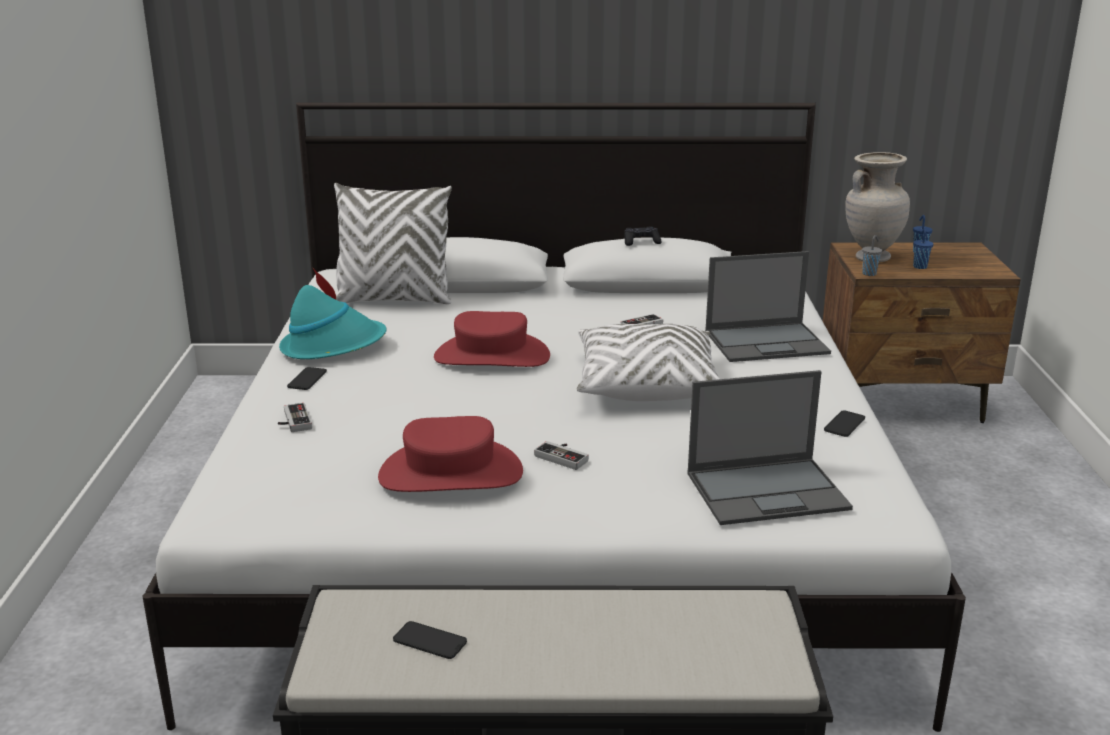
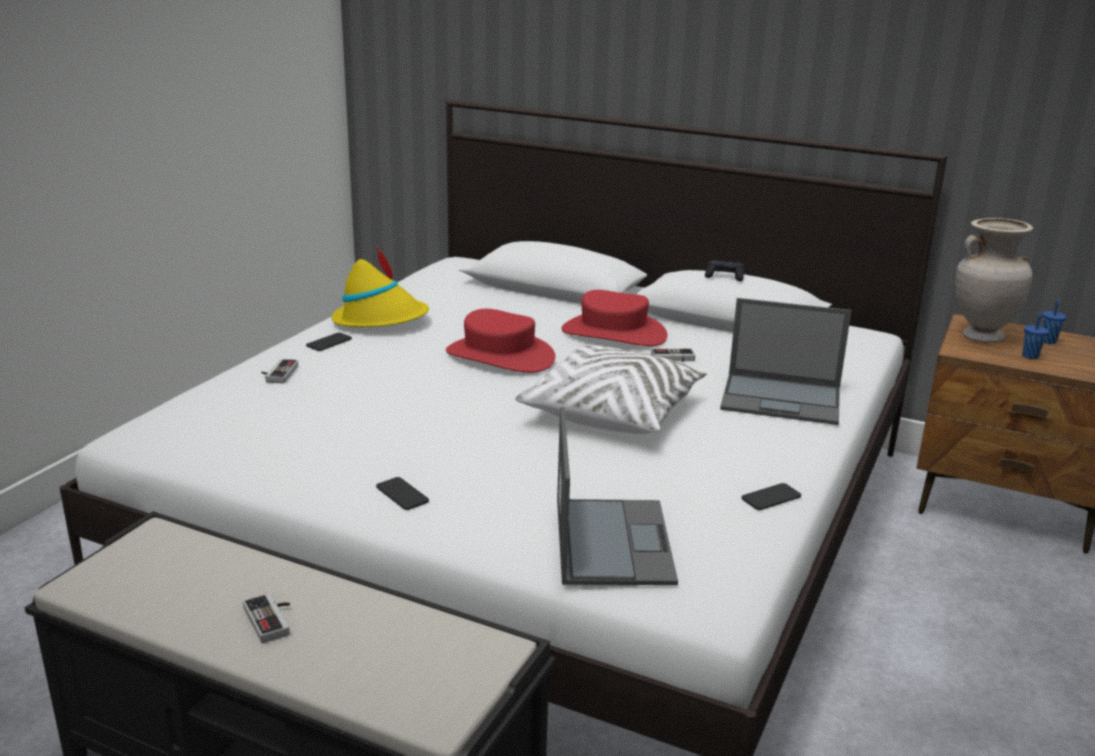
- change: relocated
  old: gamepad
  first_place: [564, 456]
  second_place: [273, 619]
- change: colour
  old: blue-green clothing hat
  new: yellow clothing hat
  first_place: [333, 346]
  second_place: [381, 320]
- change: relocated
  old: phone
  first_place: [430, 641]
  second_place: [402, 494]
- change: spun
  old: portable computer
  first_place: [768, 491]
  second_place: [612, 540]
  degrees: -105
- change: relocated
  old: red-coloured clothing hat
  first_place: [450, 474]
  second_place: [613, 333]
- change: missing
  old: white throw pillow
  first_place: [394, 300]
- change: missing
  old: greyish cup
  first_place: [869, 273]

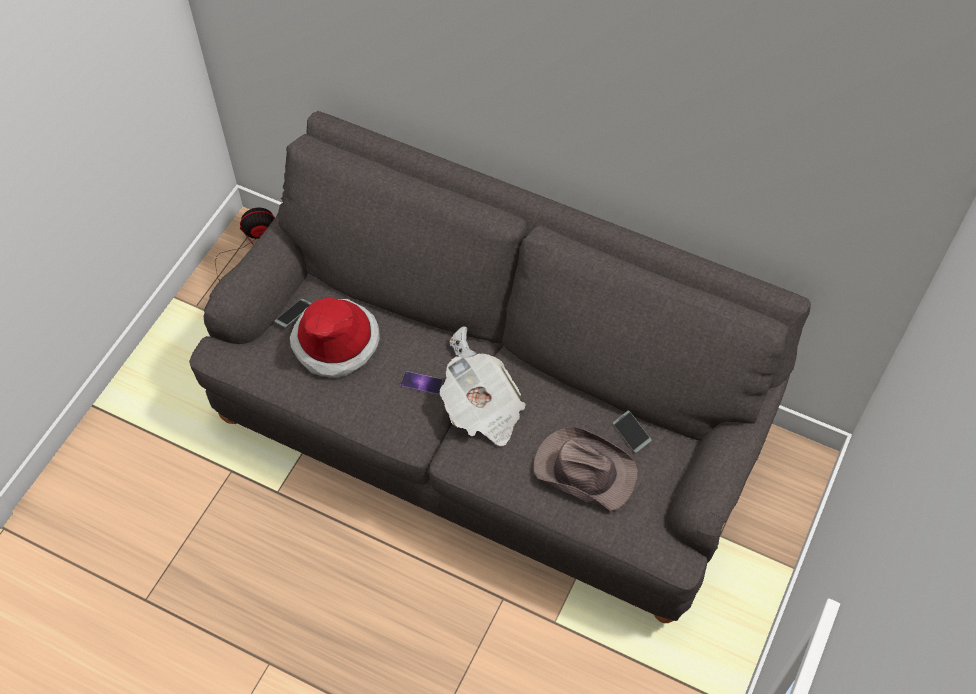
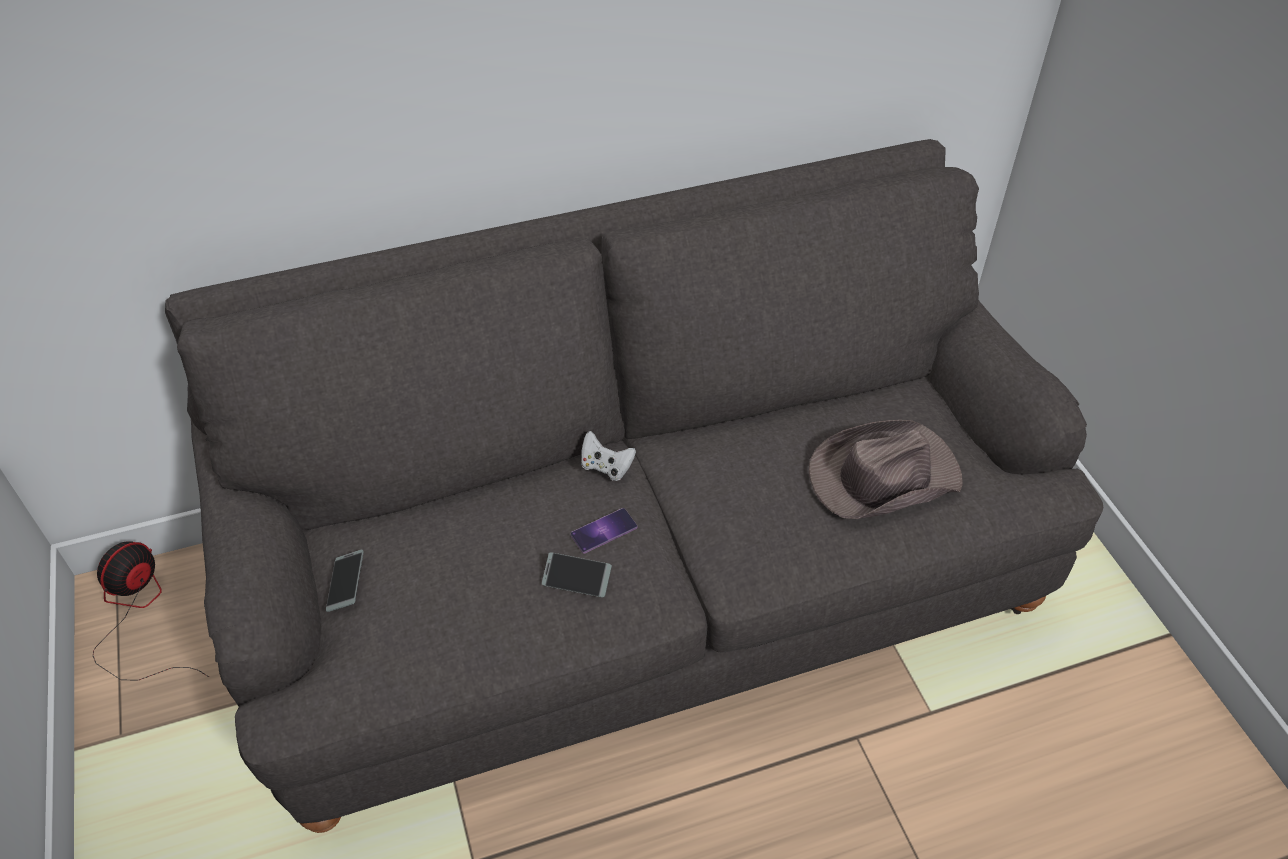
- change: relocated
  old: phone
  first_place: [631, 434]
  second_place: [577, 579]
- change: missing
  old: clothing hat
  first_place: [336, 341]
- change: missing
  old: printed paper
  first_place: [483, 411]

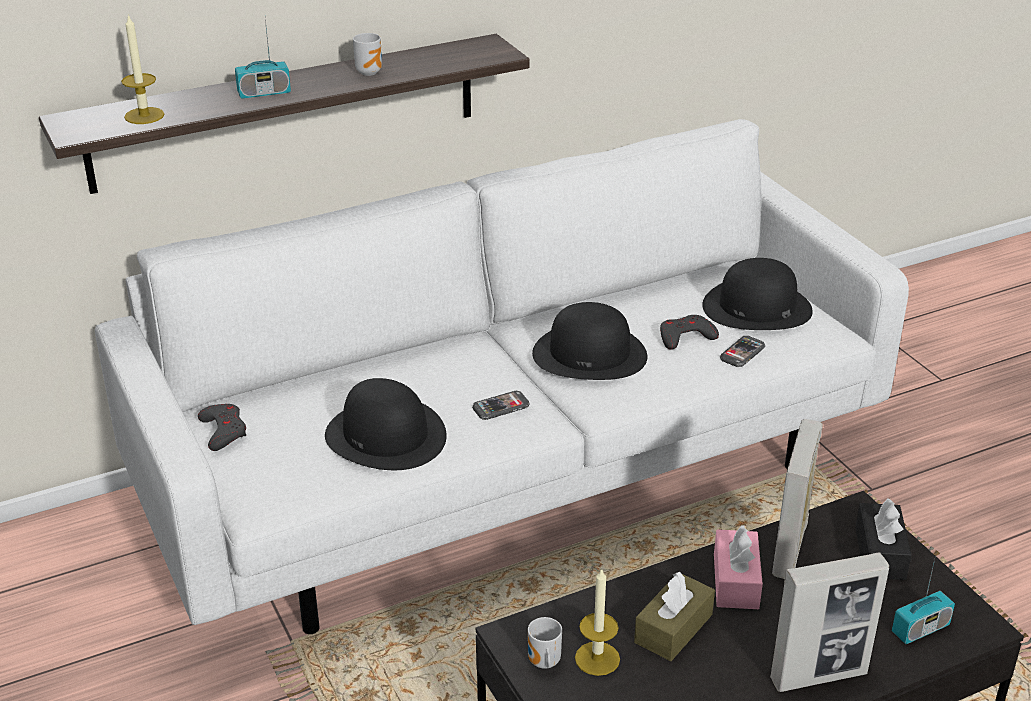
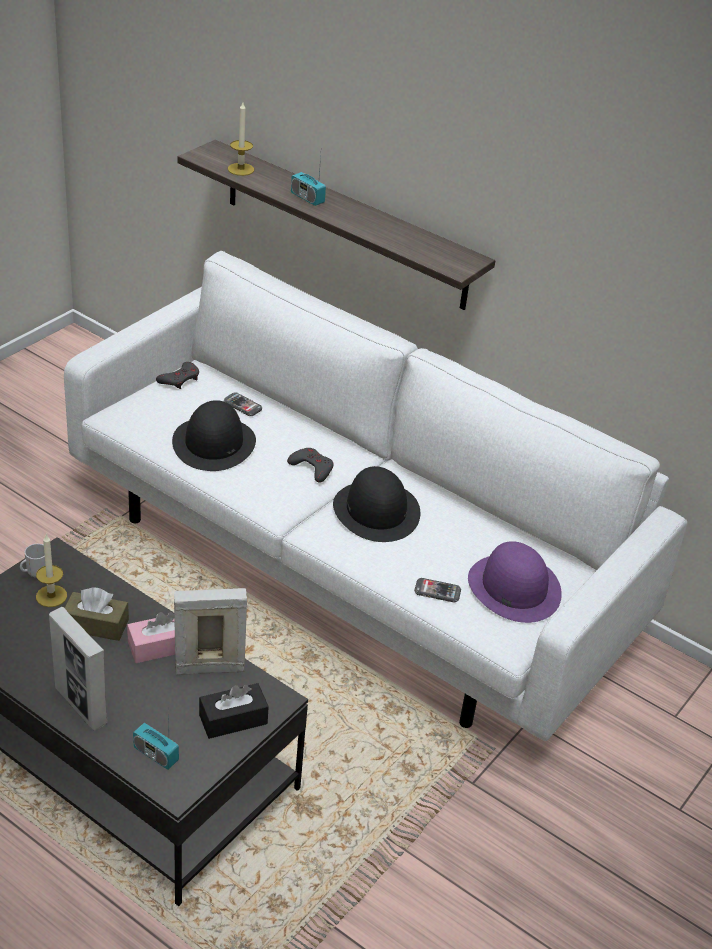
- change: relocated
  old: phone
  first_place: [501, 407]
  second_place: [242, 405]
- change: relocated
  old: greyish gamepad
  first_place: [685, 337]
  second_place: [312, 467]
- change: colour
  old: black clothing hat
  new: purplish clothing hat
  first_place: [756, 307]
  second_place: [513, 587]
- change: missing
  old: coffee mug
  first_place: [370, 72]

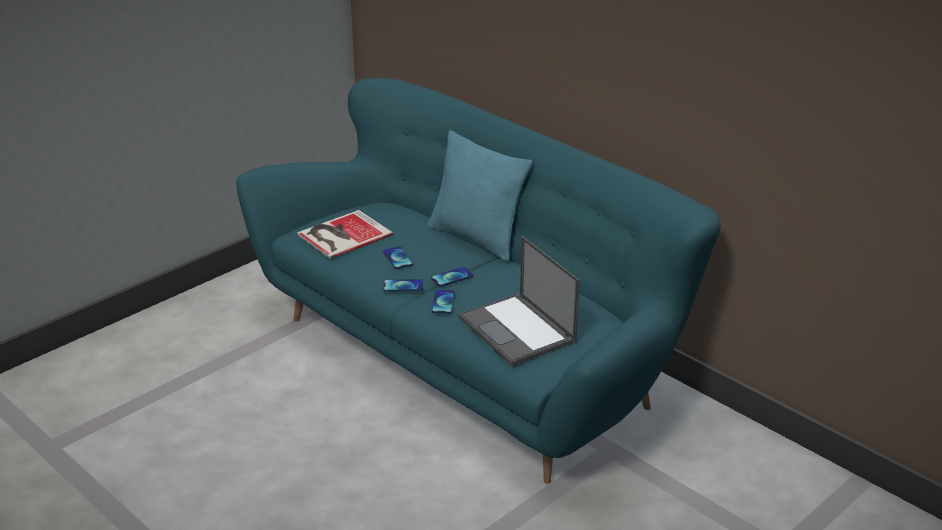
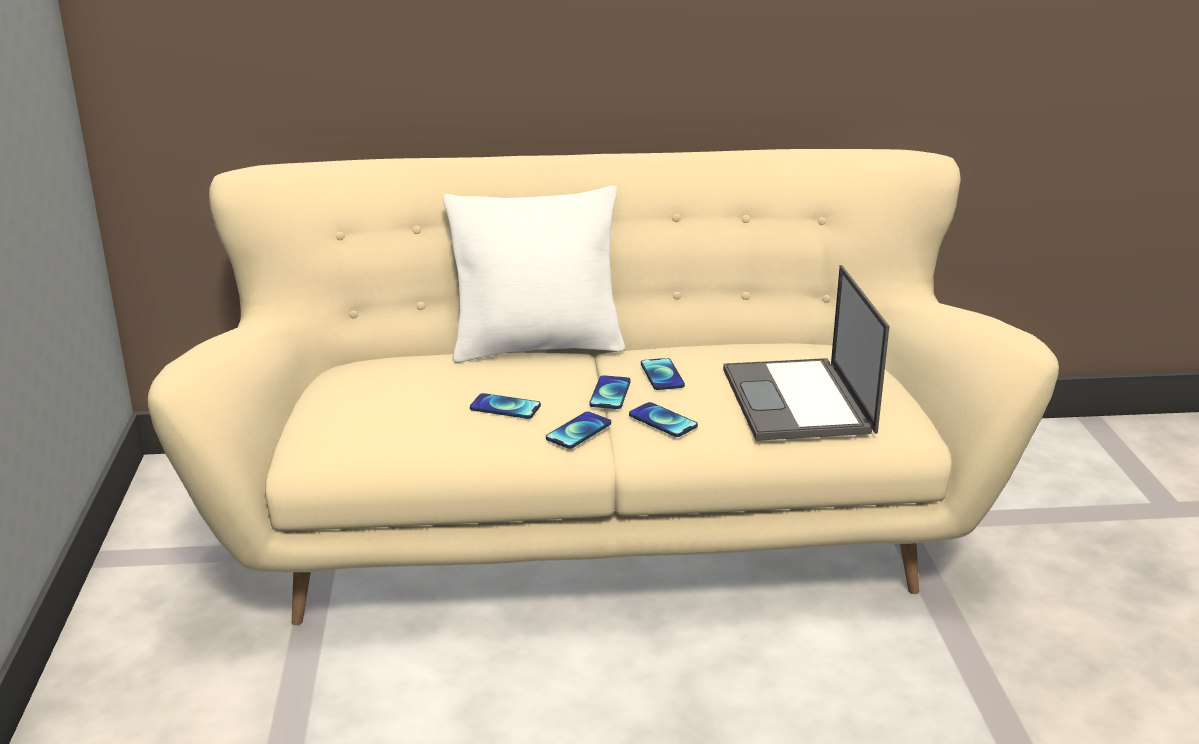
- change: colour
  old: blue-green sofa
  new: beige sofa
  first_place: [470, 358]
  second_place: [599, 527]
- change: colour
  old: blue-green throw pillow
  new: white throw pillow
  first_place: [476, 238]
  second_place: [537, 347]
- change: appeared
  new: phone
  second_place: [662, 375]
- change: spun
  old: portable computer
  first_place: [518, 330]
  second_place: [798, 401]
  degrees: 75
- change: missing
  old: bound book
  first_place: [342, 235]

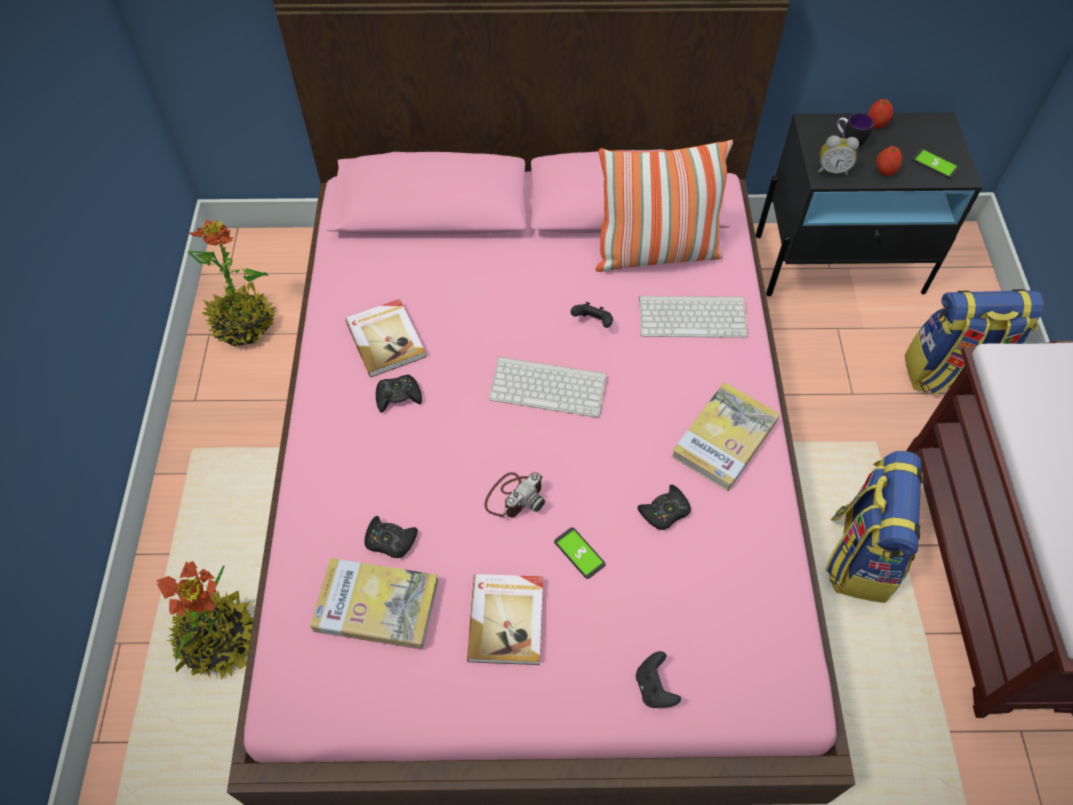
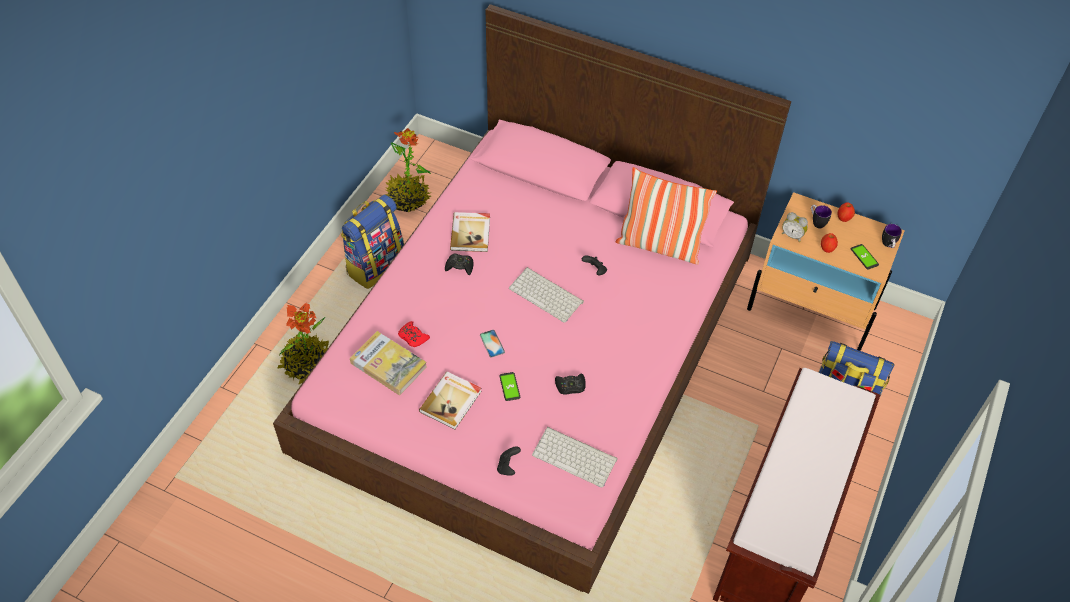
- change: relocated
  old: knapsack
  first_place: [859, 555]
  second_place: [375, 265]
- change: colour
  old: black gamepad
  new: red-coloured gamepad
  first_place: [390, 540]
  second_place: [413, 337]
- change: exchanged
  old: photo camera
  new: phone
  first_place: [514, 496]
  second_place: [492, 343]
- change: relocated
  old: computer keyboard
  first_place: [693, 316]
  second_place: [576, 456]
- change: colour
  old: black night table
  new: beige night table
  first_place: [840, 264]
  second_place: [812, 309]
- change: appeared
  new: coffee mug
  second_place: [888, 245]
- change: missing
  old: bound book
  first_place: [724, 438]

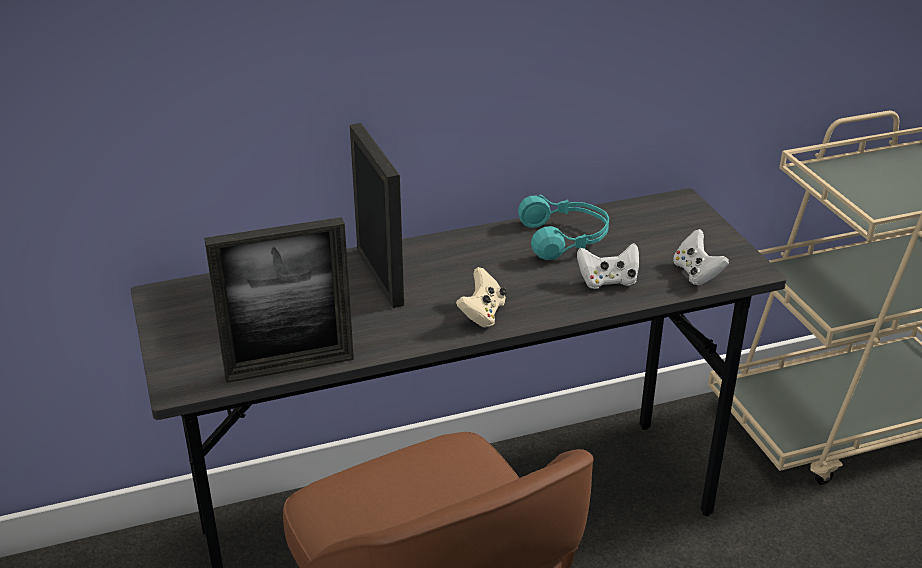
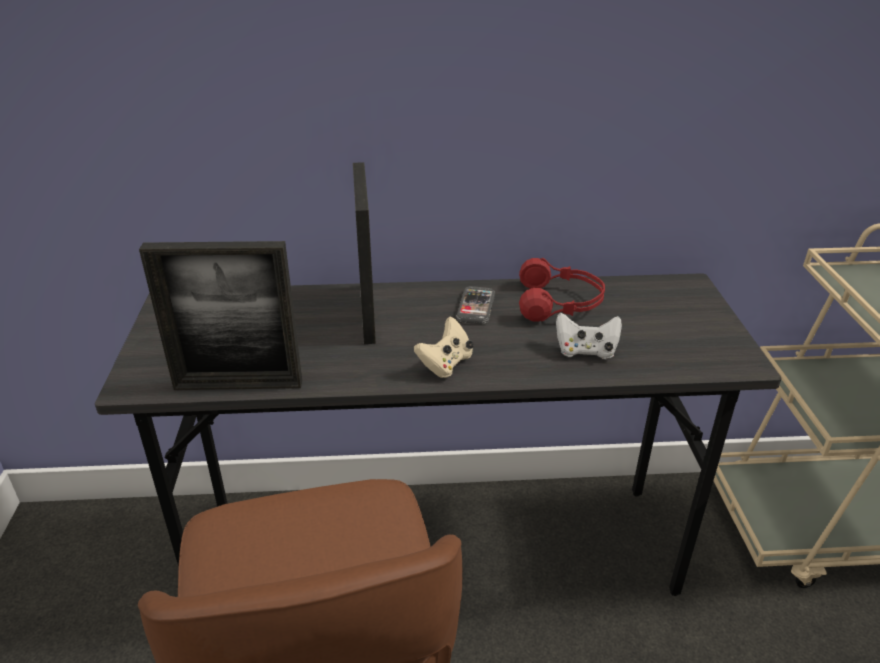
- change: appeared
  new: phone
  second_place: [476, 307]
- change: colour
  old: blue-green headphones
  new: red-coloured headphones
  first_place: [565, 238]
  second_place: [559, 303]
- change: missing
  old: white gamepad
  first_place: [696, 273]

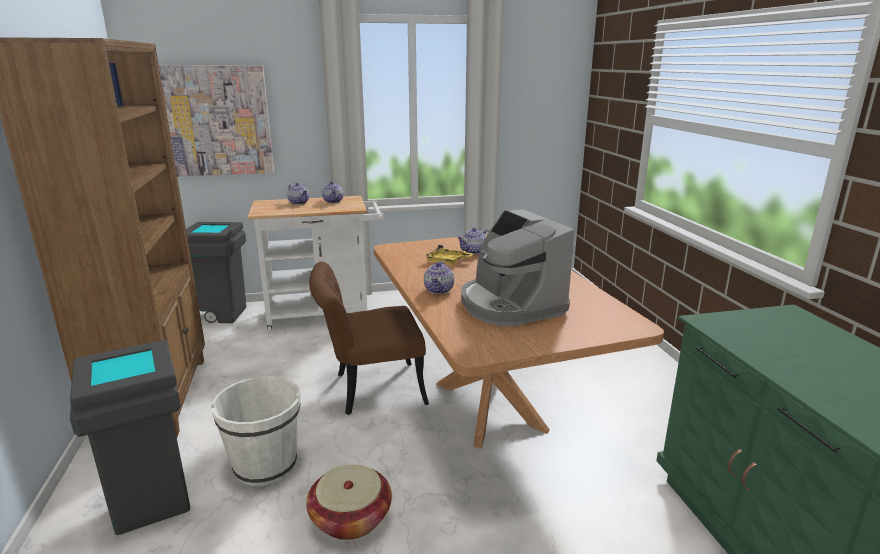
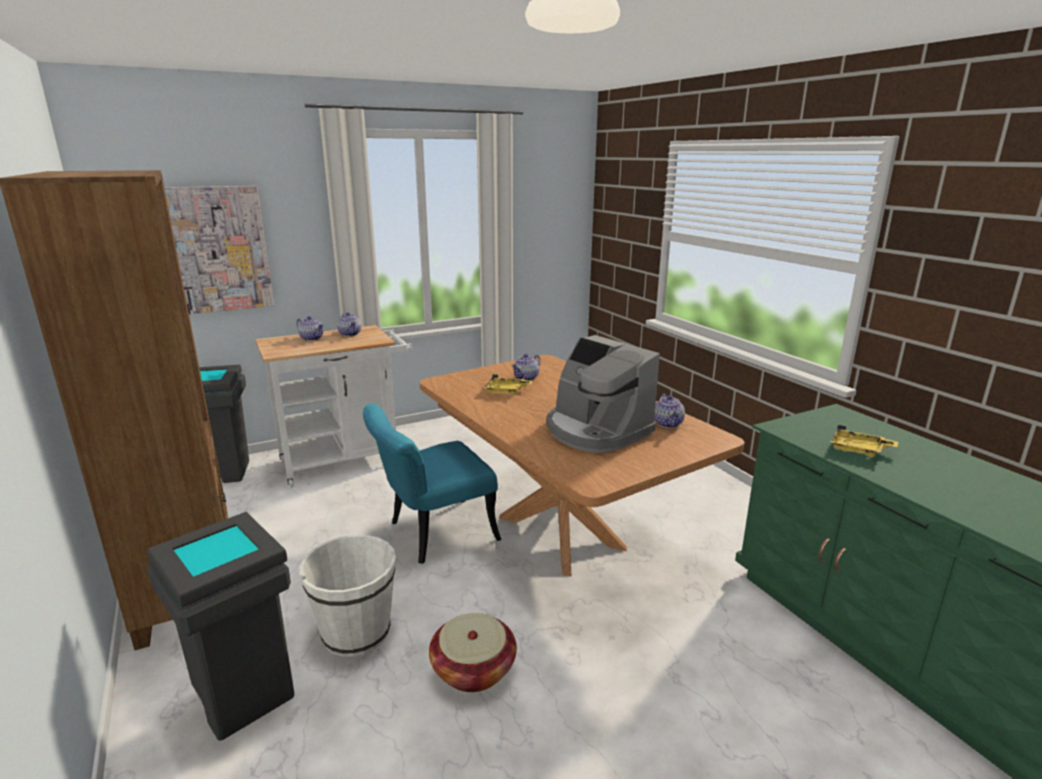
- change: colour
  old: brown upright chair
  new: blue-green upright chair
  first_place: [369, 390]
  second_place: [432, 534]
- change: relocated
  old: pot for tea
  first_place: [439, 290]
  second_place: [668, 424]
- change: appeared
  new: yellow serving tray
  second_place: [858, 450]

